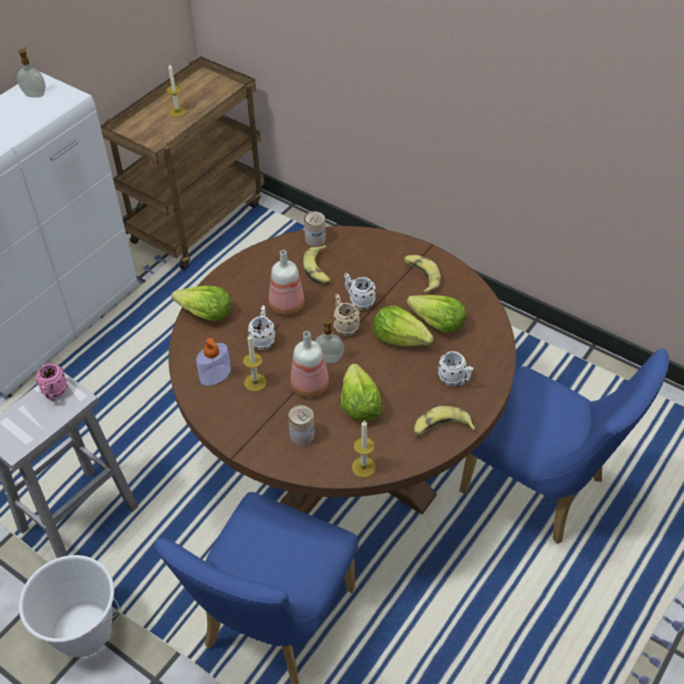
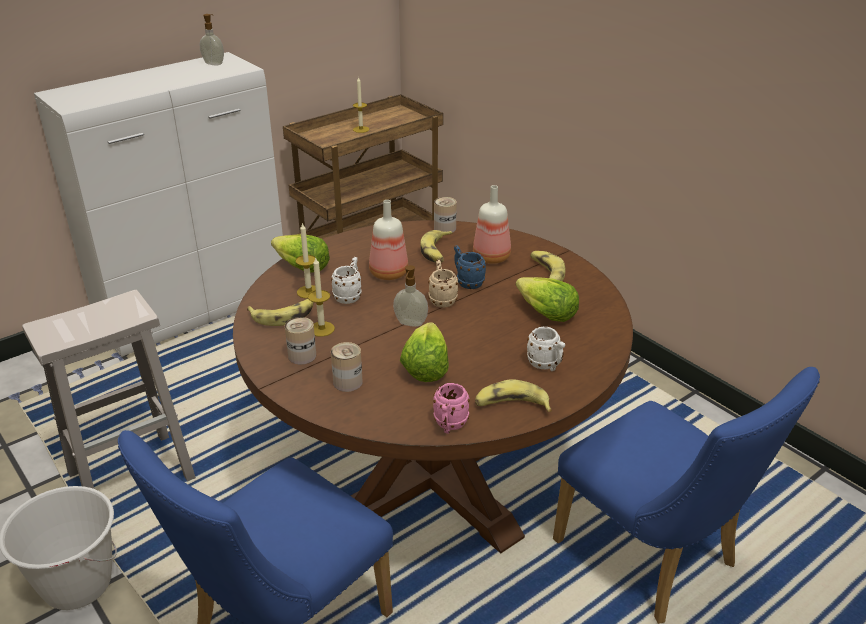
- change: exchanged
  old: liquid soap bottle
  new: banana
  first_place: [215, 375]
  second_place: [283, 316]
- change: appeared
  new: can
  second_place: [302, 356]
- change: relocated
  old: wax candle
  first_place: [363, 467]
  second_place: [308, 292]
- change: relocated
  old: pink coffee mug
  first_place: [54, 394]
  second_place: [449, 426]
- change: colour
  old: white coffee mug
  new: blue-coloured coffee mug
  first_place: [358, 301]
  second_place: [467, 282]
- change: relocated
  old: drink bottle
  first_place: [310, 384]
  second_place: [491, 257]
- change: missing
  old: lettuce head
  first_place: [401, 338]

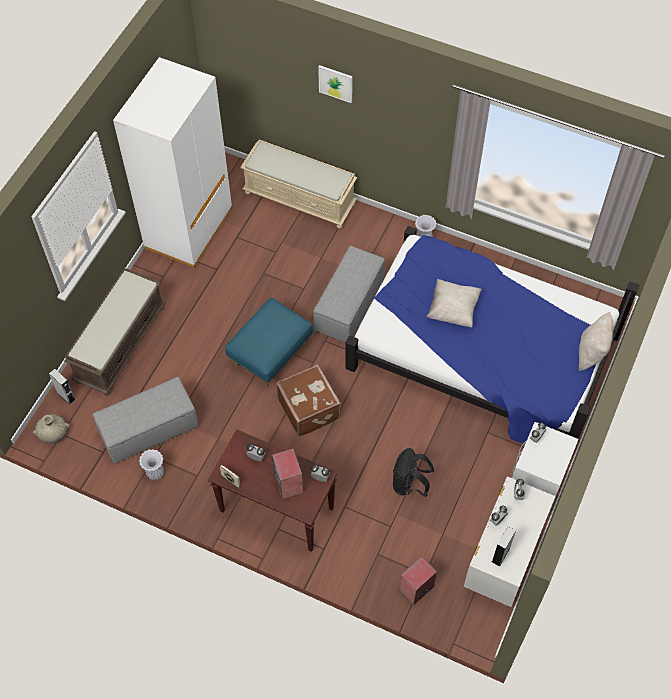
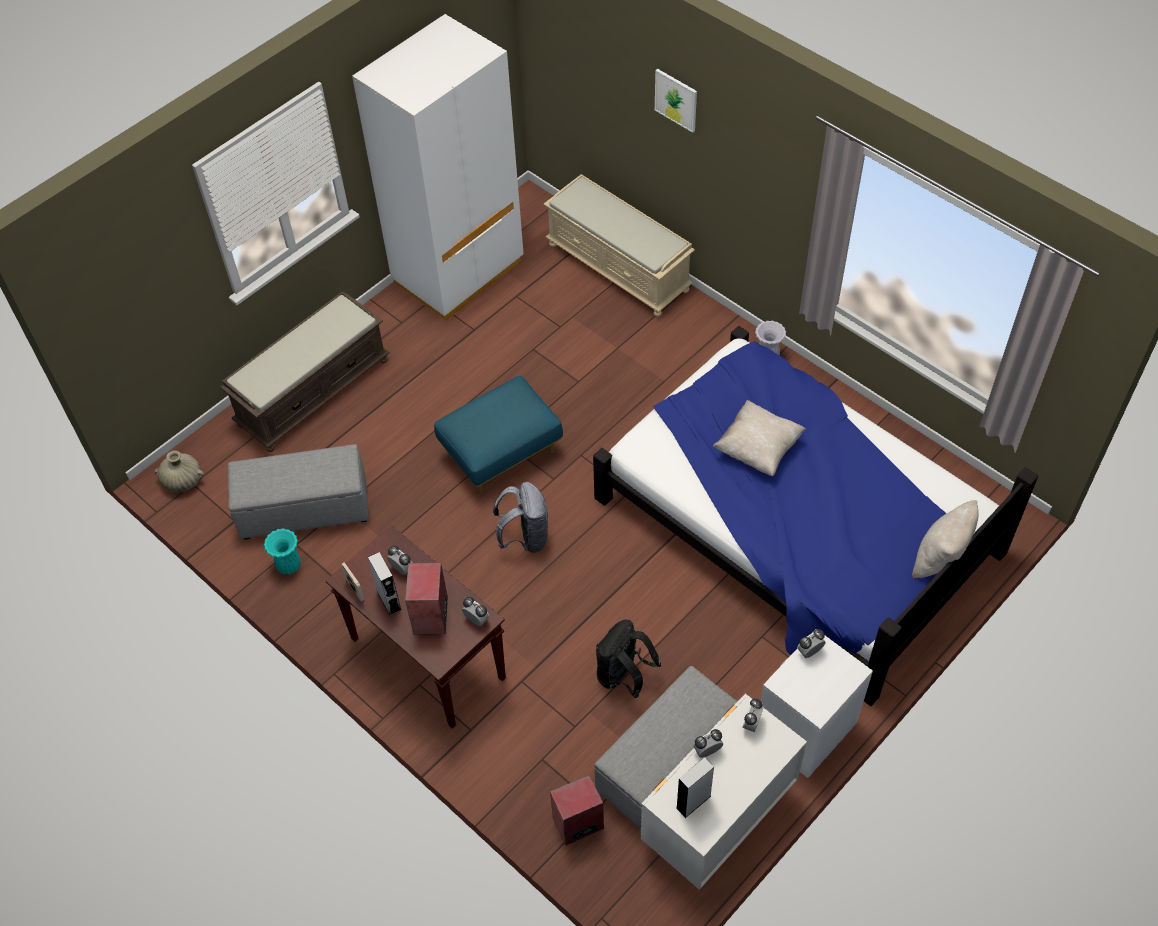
- change: colour
  old: white flower vase
  new: blue-green flower vase
  first_place: [155, 473]
  second_place: [288, 565]
- change: relocated
  old: greyish audio speaker
  first_place: [66, 396]
  second_place: [389, 601]
- change: exchanged
  old: brown travel case
  new: greyish knapsack
  first_place: [309, 408]
  second_place: [525, 537]
- change: relocated
  old: greyish pouffe
  first_place: [349, 306]
  second_place: [665, 762]

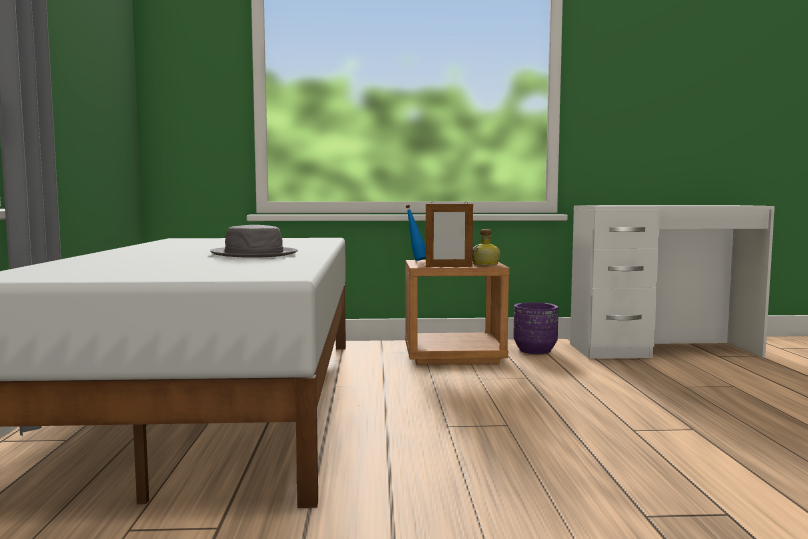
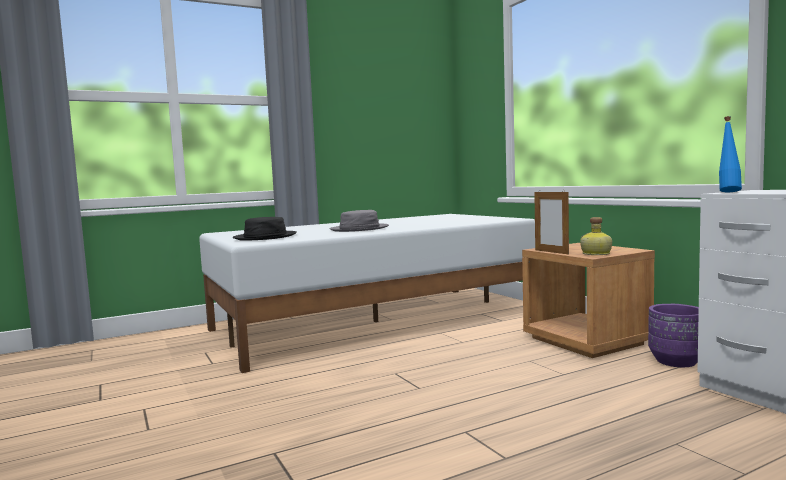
- change: appeared
  new: black clothing hat
  second_place: [265, 237]
- change: relocated
  old: blue-coloured drink bottle
  first_place: [416, 260]
  second_place: [728, 192]

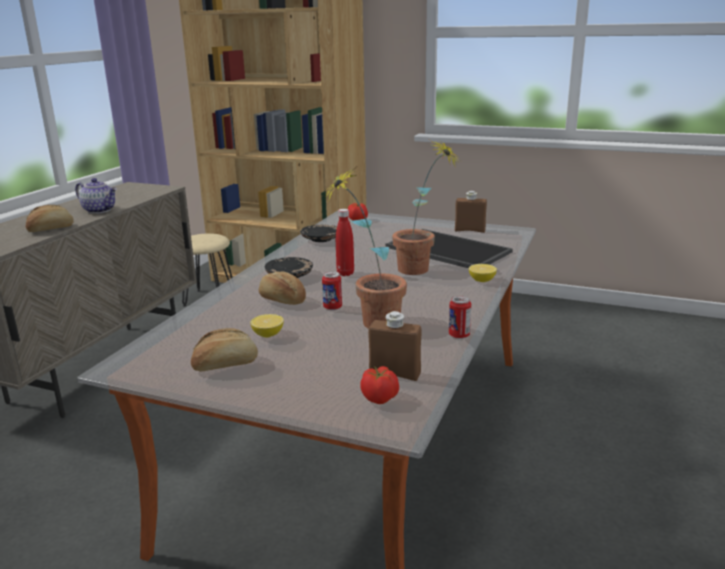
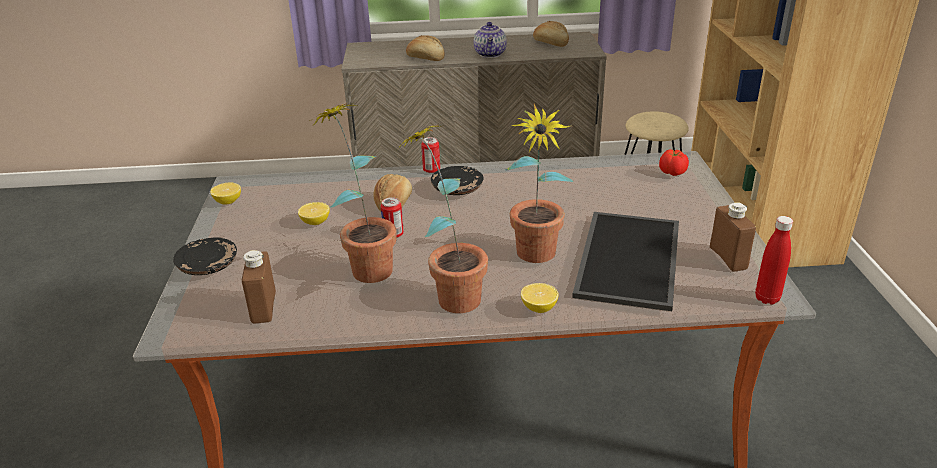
- change: relocated
  old: black dinner plate
  first_place: [321, 239]
  second_place: [208, 265]
- change: appeared
  new: citrus fruit
  second_place: [228, 201]
- change: appeared
  new: plant in a pot
  second_place: [450, 294]
- change: relocated
  old: can
  first_place: [459, 335]
  second_place: [431, 170]
- change: relocated
  old: bakery bread
  first_place: [225, 364]
  second_place: [551, 43]
- change: relocated
  old: red-coloured drink bottle
  first_place: [345, 273]
  second_place: [767, 298]
- change: missing
  old: tomato
  first_place: [380, 398]

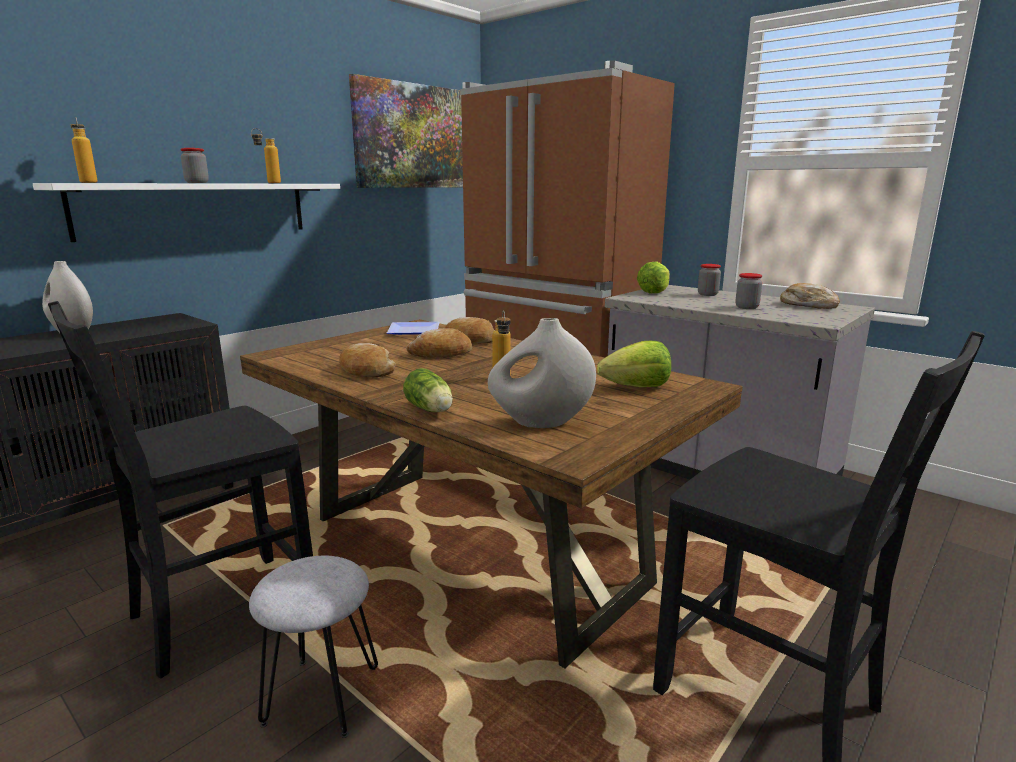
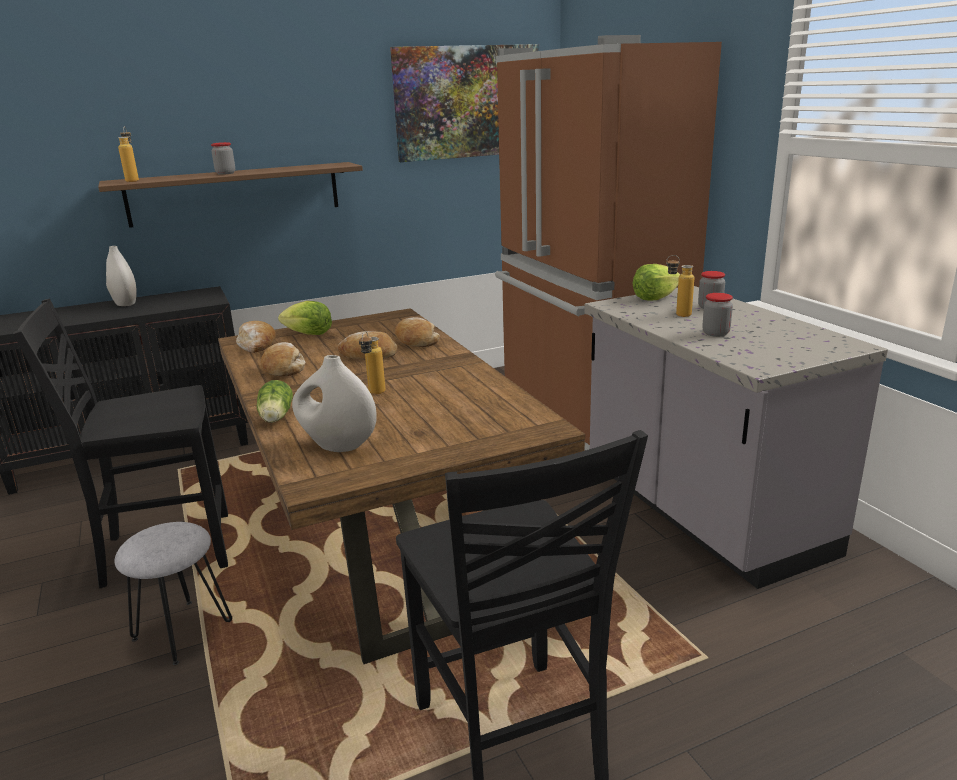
- change: colour
  old: white shelf
  new: brown shelf
  first_place: [197, 209]
  second_place: [235, 193]
- change: relocated
  old: bakery bread
  first_place: [808, 305]
  second_place: [257, 345]
- change: relocated
  old: lettuce head
  first_place: [637, 387]
  second_place: [308, 334]
- change: relocated
  old: drink bottle
  first_place: [268, 183]
  second_place: [677, 315]
- change: missing
  old: dinner plate
  first_place: [412, 330]

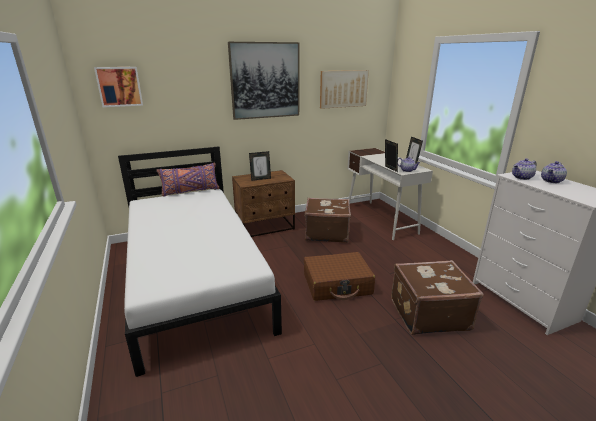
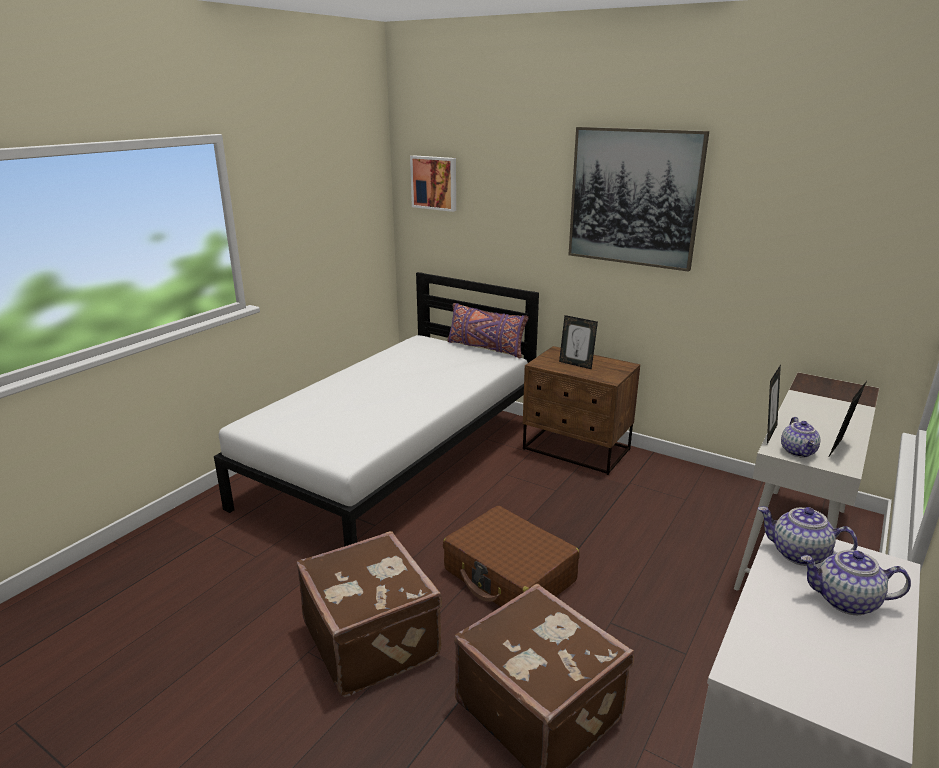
- change: relocated
  old: brown travel case
  first_place: [326, 233]
  second_place: [373, 638]
- change: missing
  old: wall art
  first_place: [343, 89]

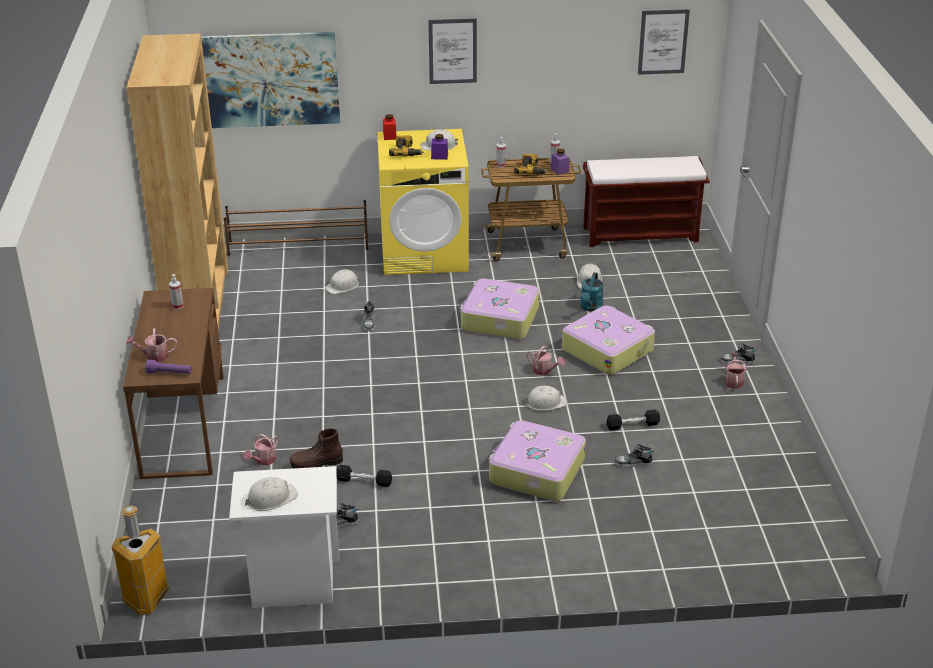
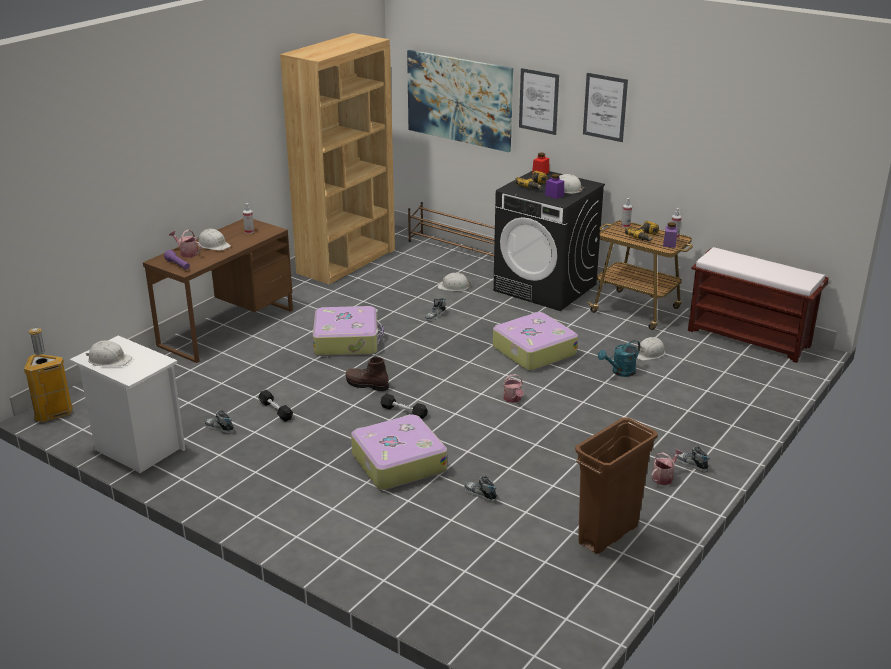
- change: relocated
  old: white work helmet
  first_place: [545, 403]
  second_place: [213, 245]
- change: relocated
  old: travel case
  first_place: [607, 349]
  second_place: [347, 341]
- change: relocated
  old: brown high-top boot
  first_place: [316, 464]
  second_place: [366, 385]
- change: relocated
  old: black free weight
  first_place: [632, 425]
  second_place: [403, 411]
- change: colour
  old: yellow laundry machine
  new: black laundry machine
  first_place: [425, 253]
  second_place: [545, 287]
- change: relocated
  old: wall art
  first_place: [663, 42]
  second_place: [538, 101]
- change: appeared
  new: brown waste bin
  second_place: [607, 535]
- change: missing
  old: sprinkling can
  first_place: [263, 460]

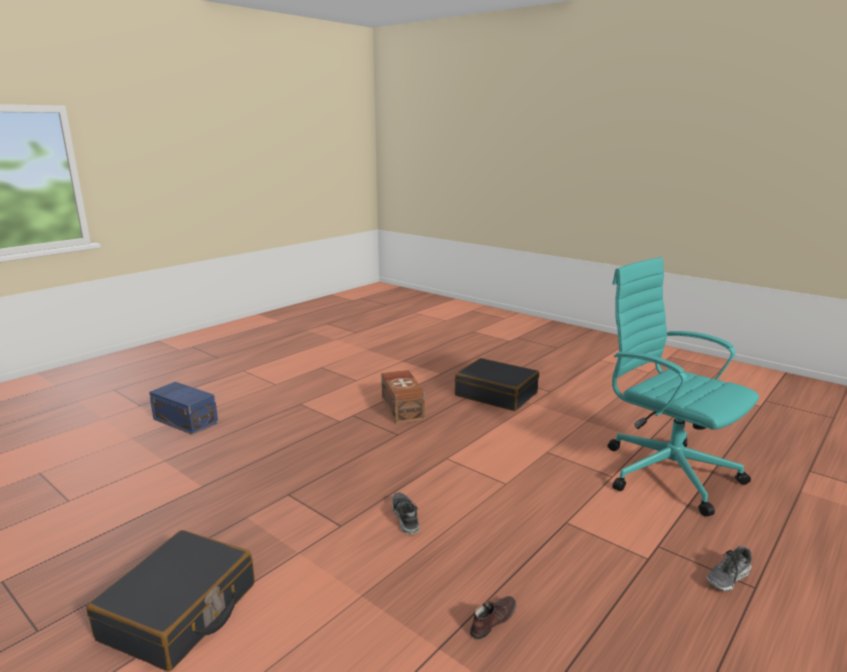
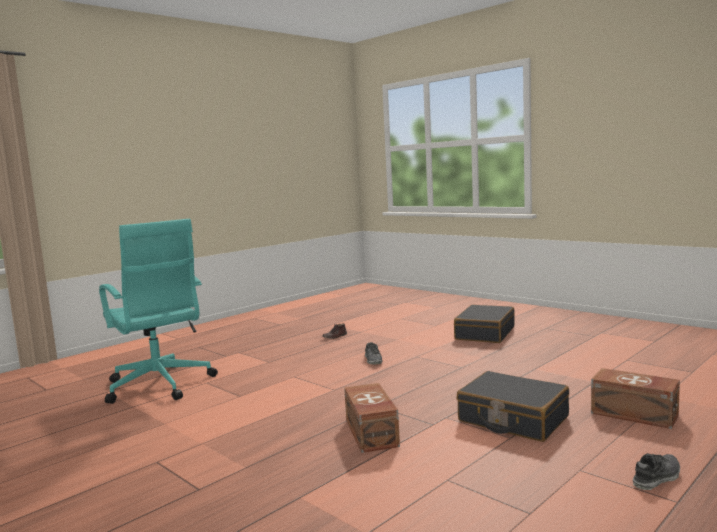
- change: relocated
  old: black travel case
  first_place: [496, 394]
  second_place: [512, 419]
- change: colour
  old: blue-coloured storage container
  new: brown storage container
  first_place: [185, 420]
  second_place: [635, 414]
- change: relocated
  old: shoe
  first_place: [728, 578]
  second_place: [656, 478]

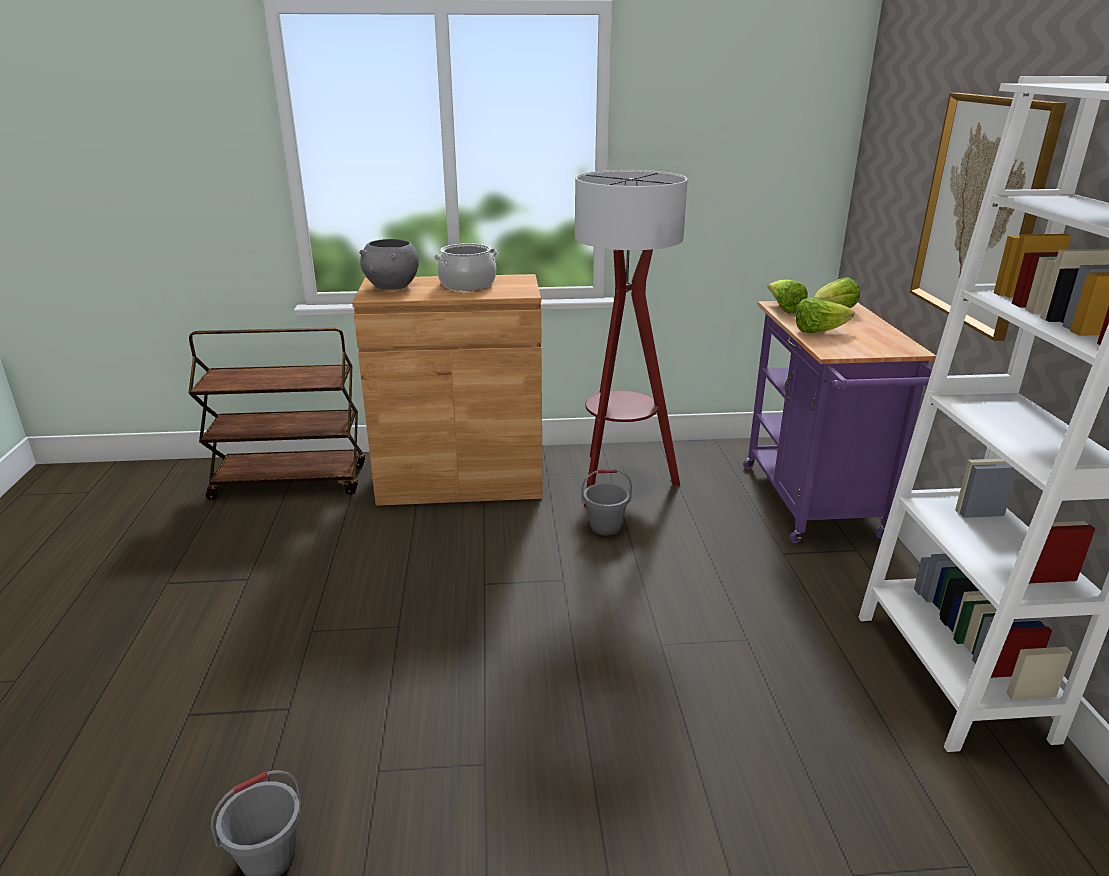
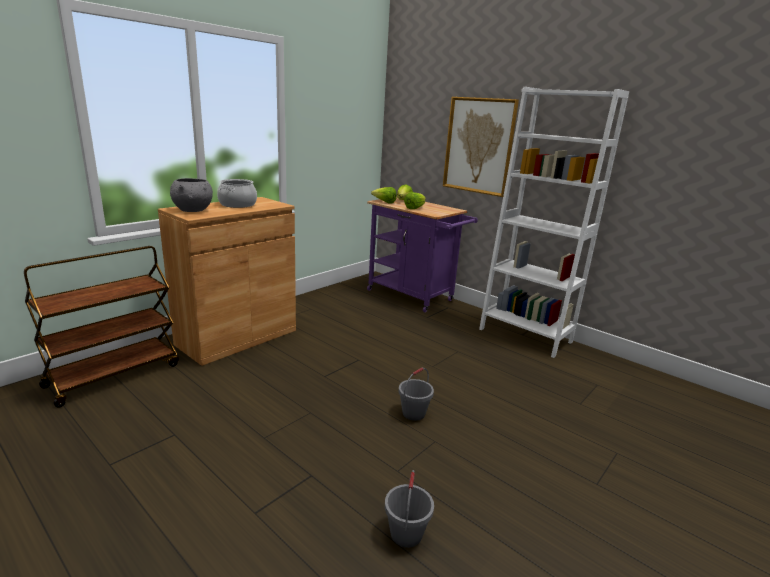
- change: relocated
  old: greyish pail
  first_place: [605, 527]
  second_place: [413, 413]
- change: missing
  old: standing lamp
  first_place: [618, 481]

